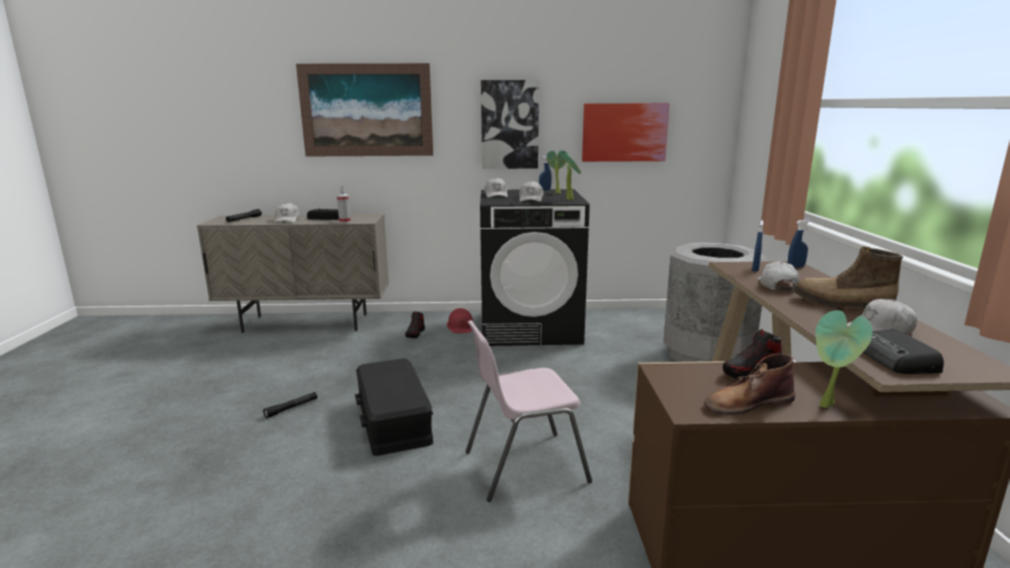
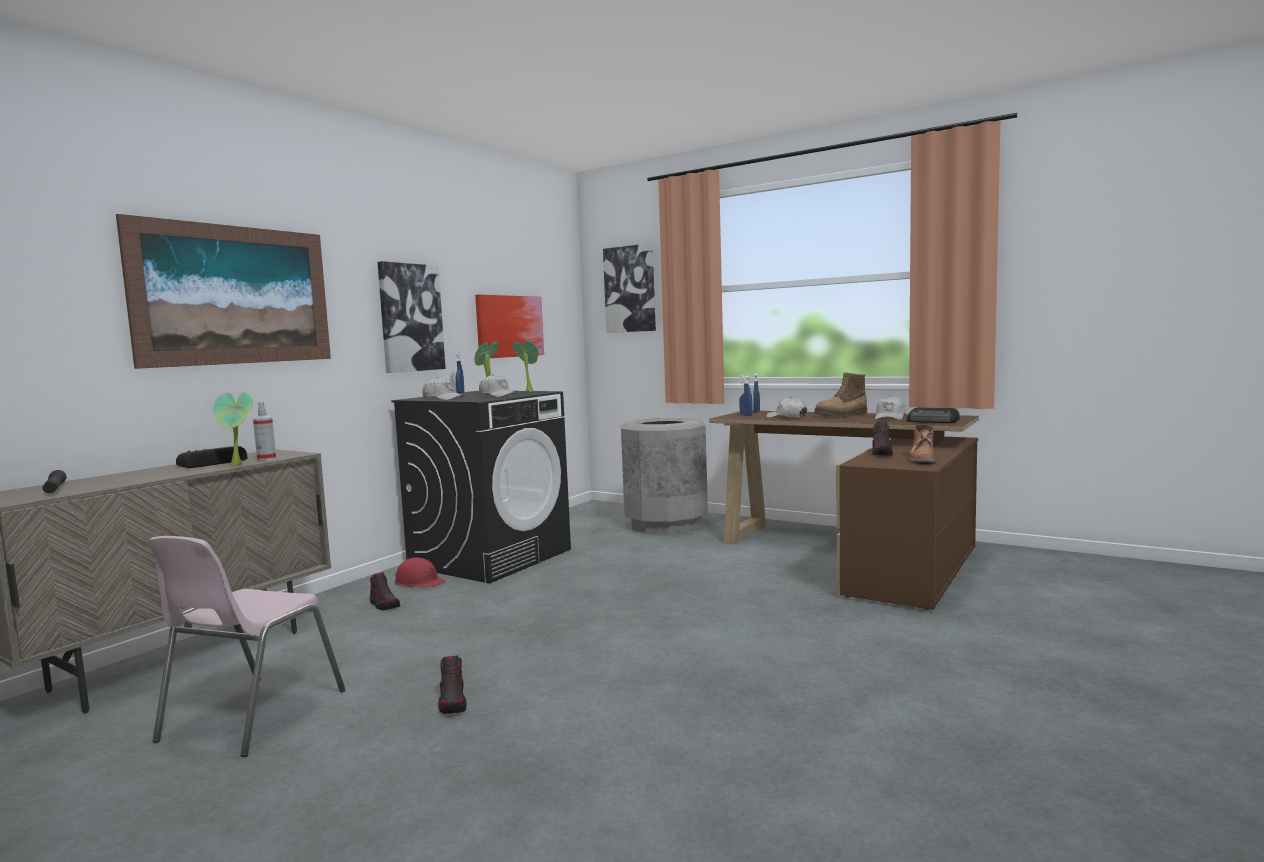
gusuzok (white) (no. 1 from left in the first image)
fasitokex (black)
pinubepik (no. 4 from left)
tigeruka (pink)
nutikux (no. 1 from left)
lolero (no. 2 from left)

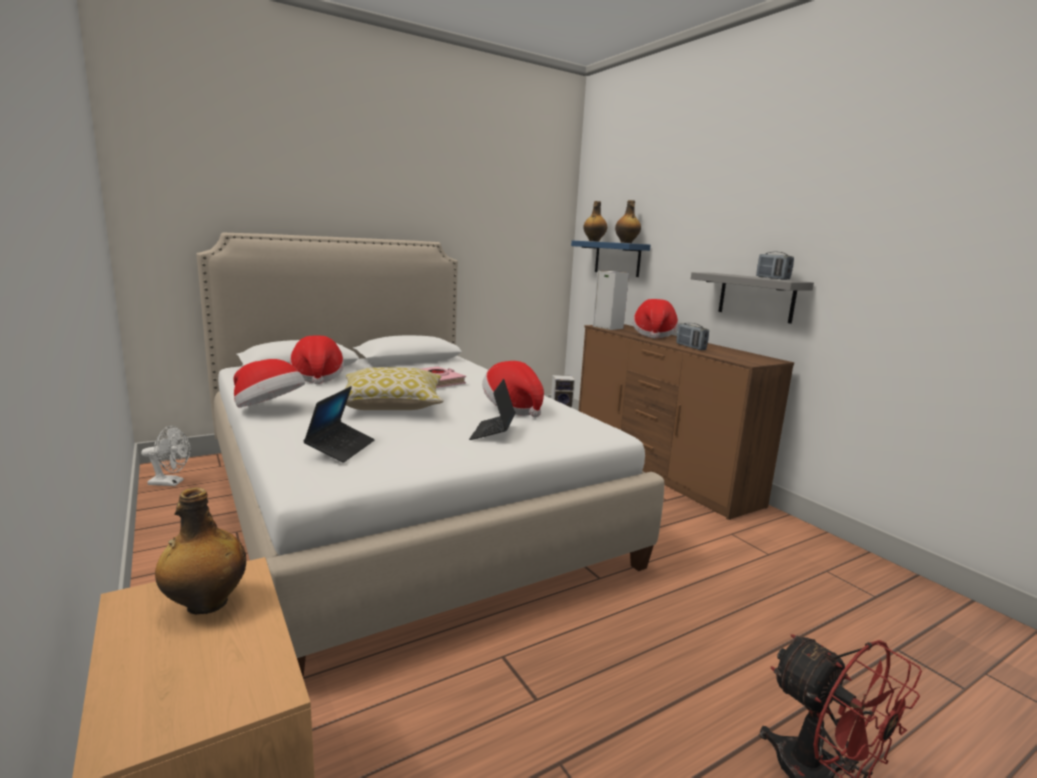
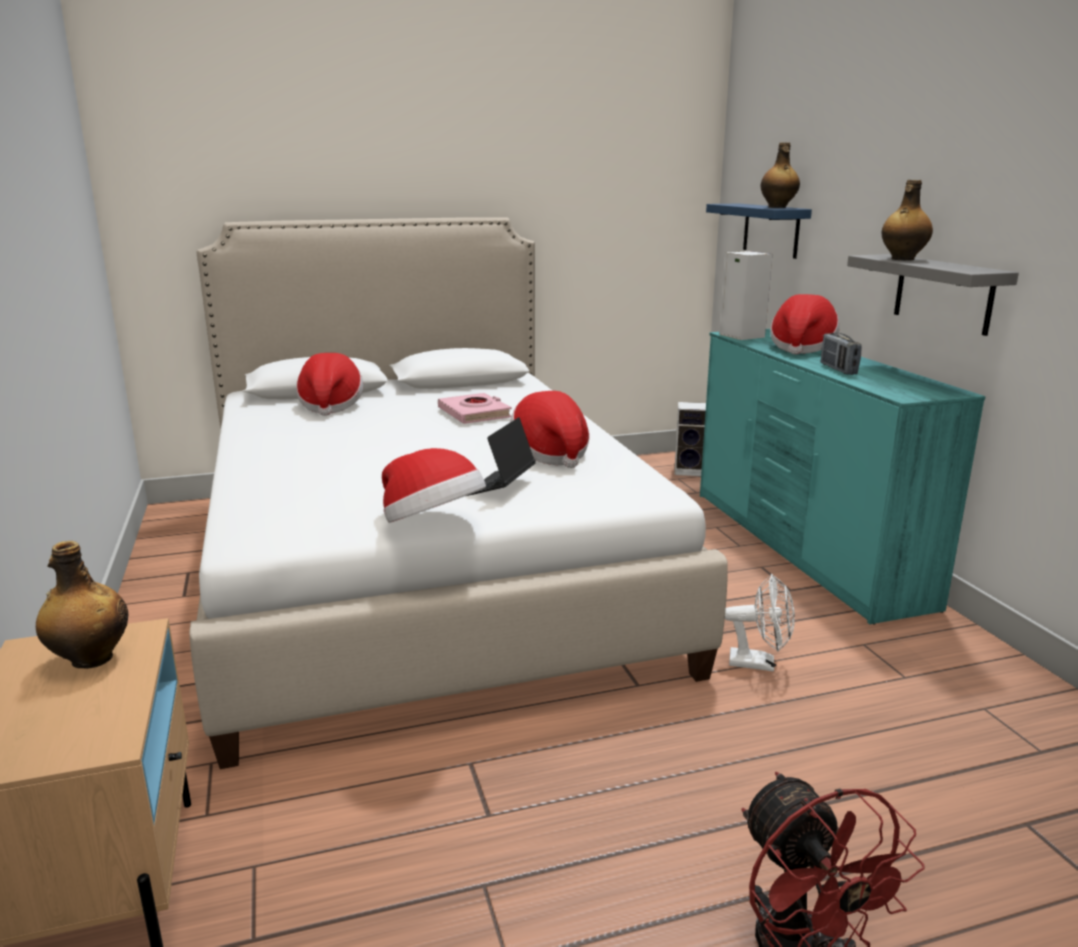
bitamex (no. 1 from left in the first image)
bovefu
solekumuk (no. 2 from left in the first image)
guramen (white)
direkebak (no. 2 from left)
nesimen (no. 3 from left)
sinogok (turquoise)

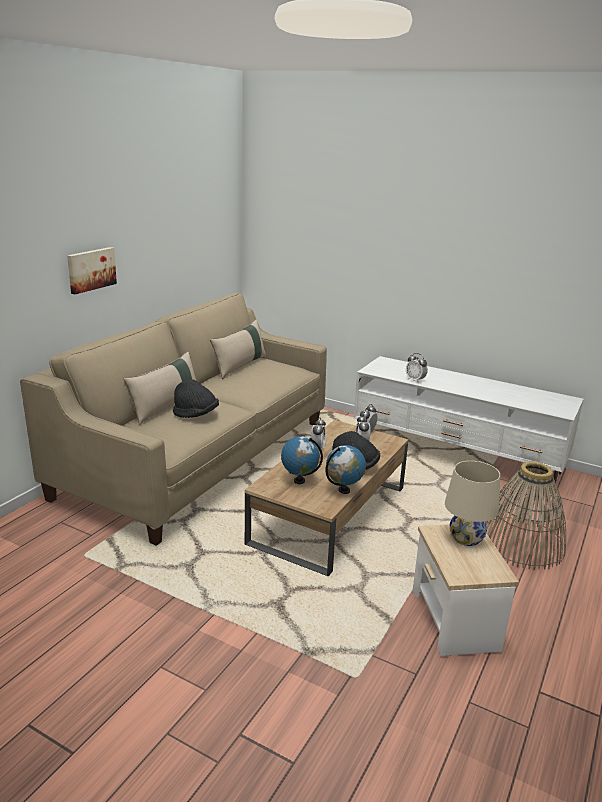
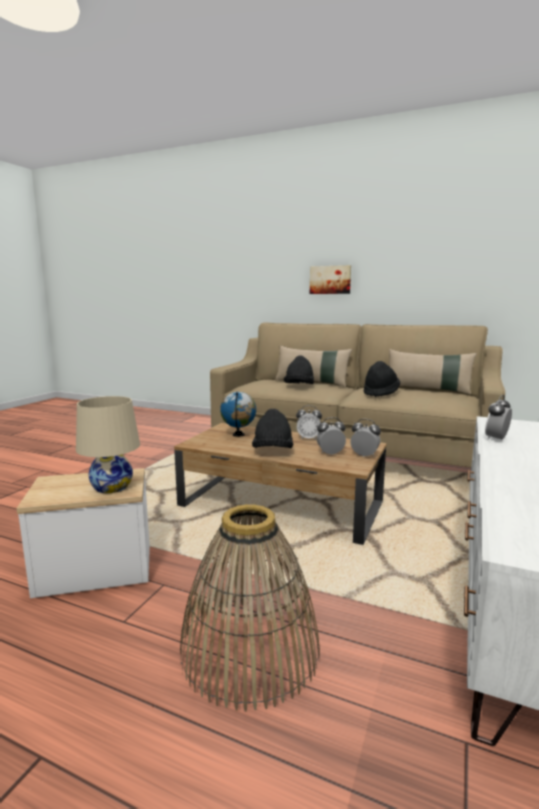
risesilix (no. 2 from left in the first image)
direkebak (black) (no. 3 from left)

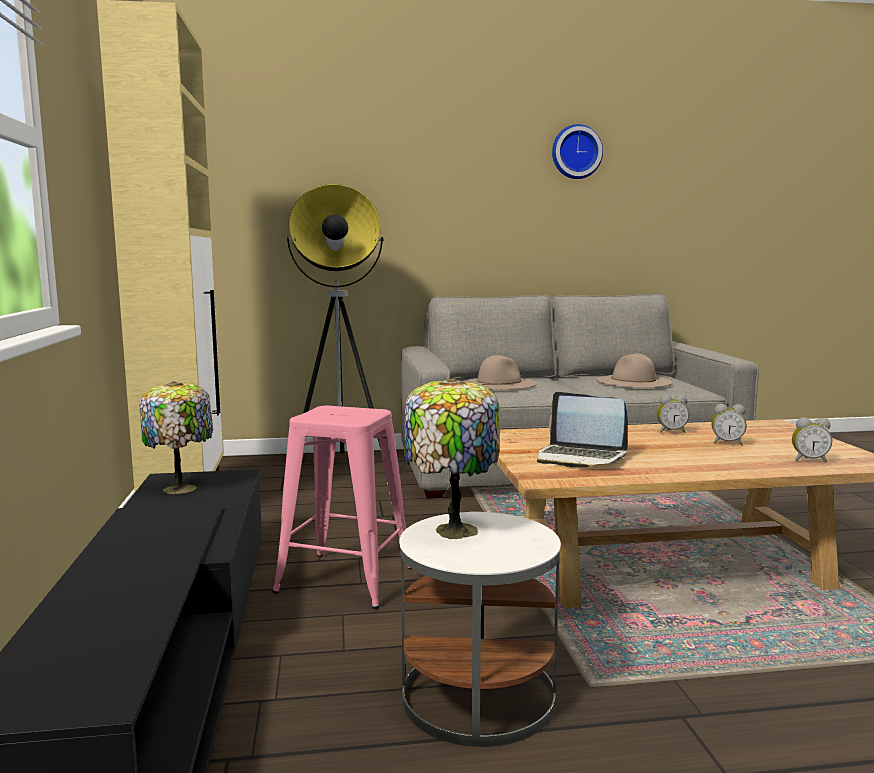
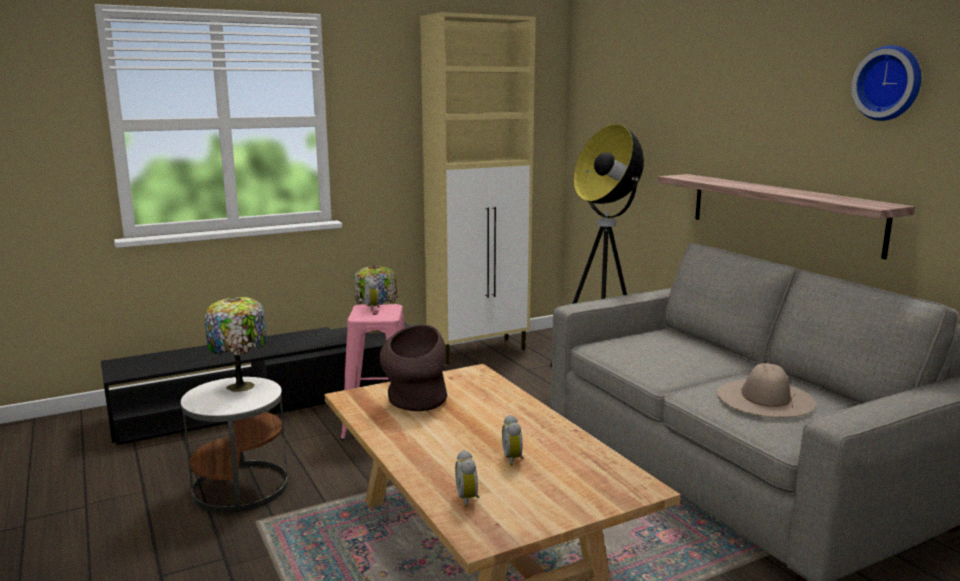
direkebak (beige) (no. 1 from left in the first image)
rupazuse
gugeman (no. 1 from left)
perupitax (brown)

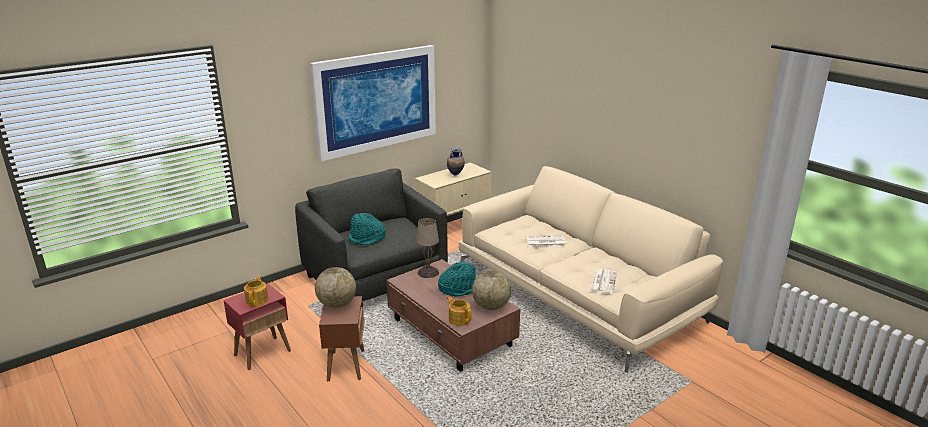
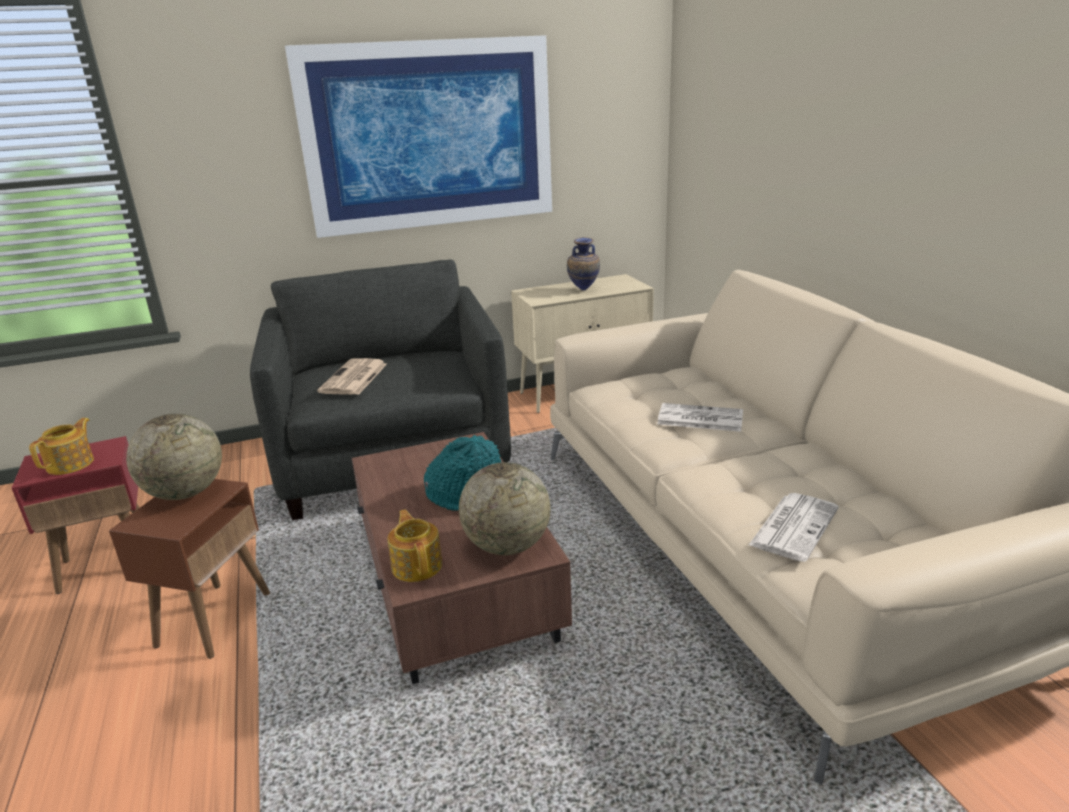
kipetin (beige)
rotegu (no. 1 from left)

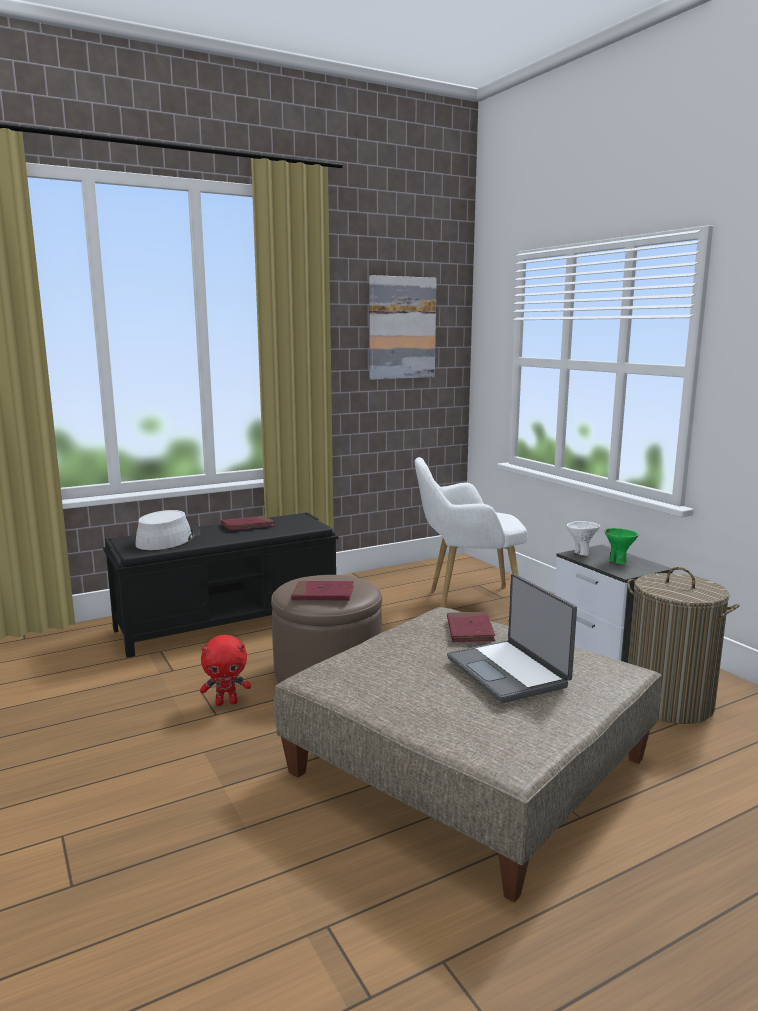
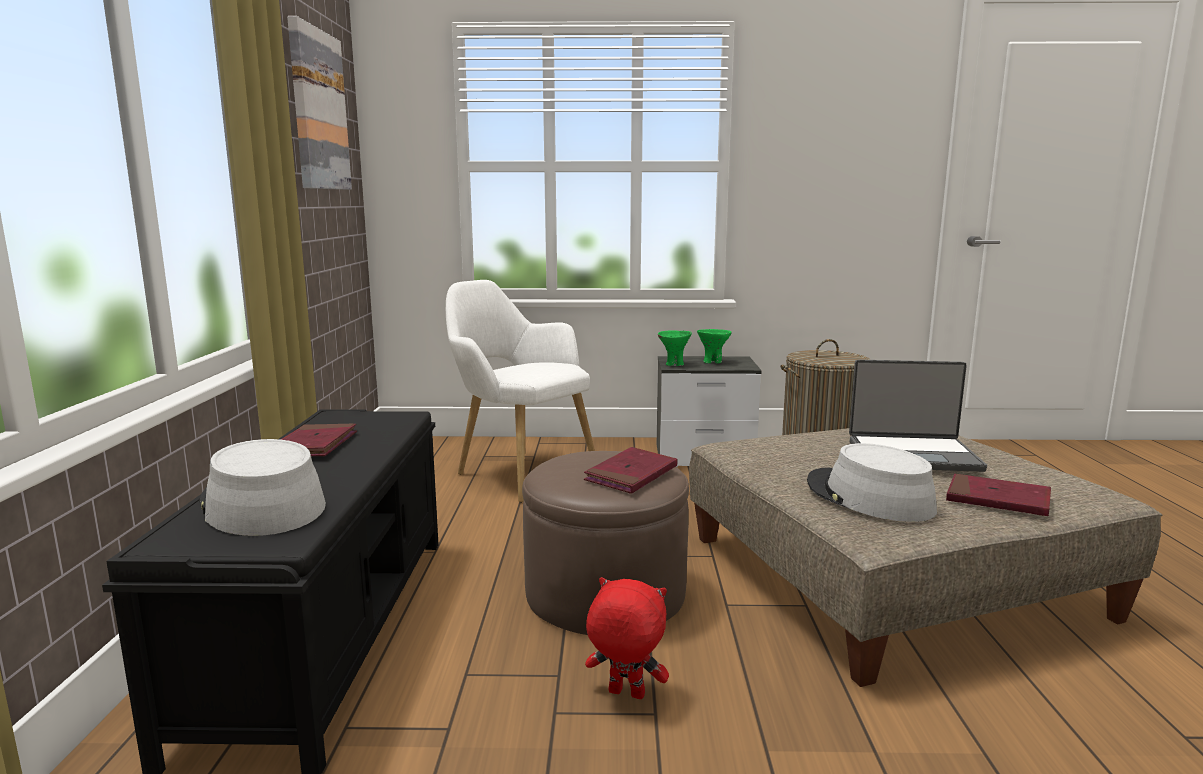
direkebak (grey) (no. 2 from left)
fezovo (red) (no. 3 from left)
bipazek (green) (no. 1 from left)
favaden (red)
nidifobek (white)

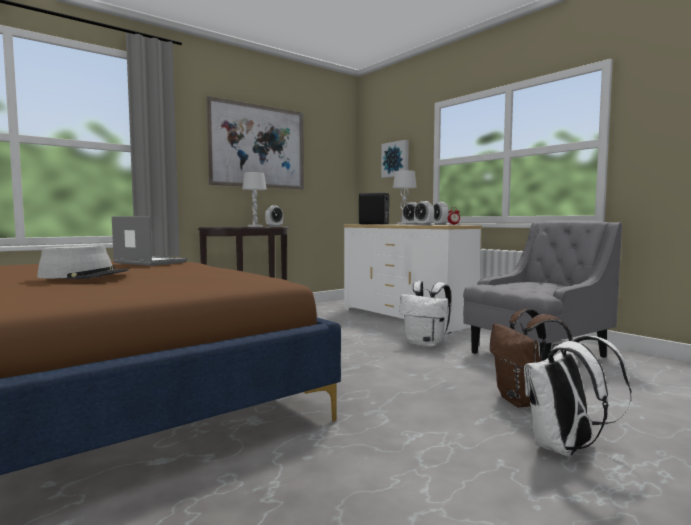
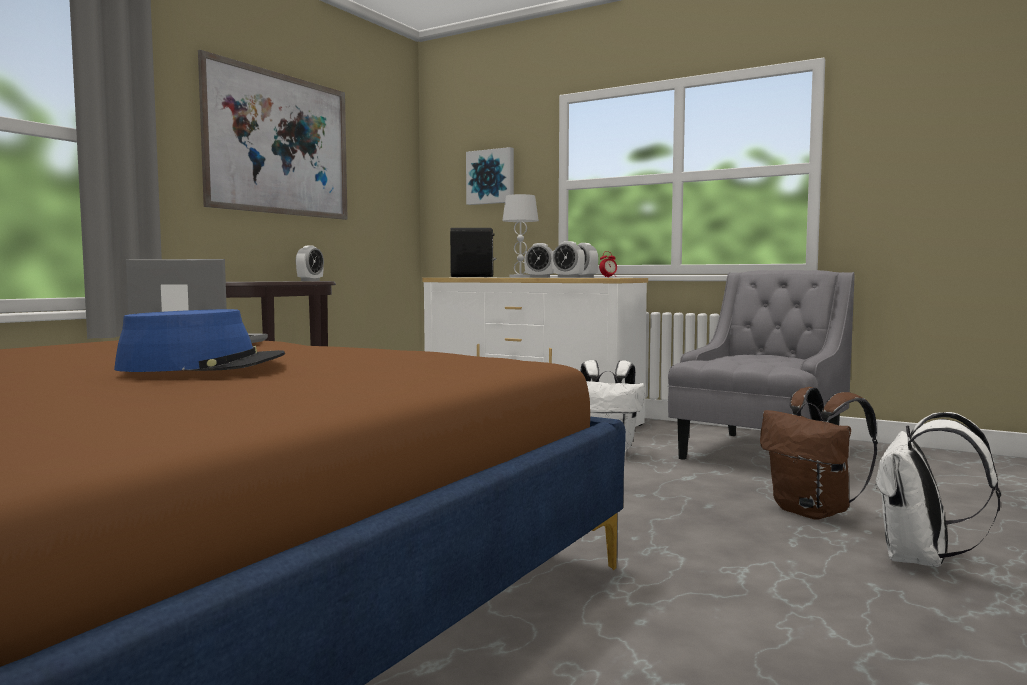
kipetin (white) (no. 1 from left in the first image)
direkebak (blue)

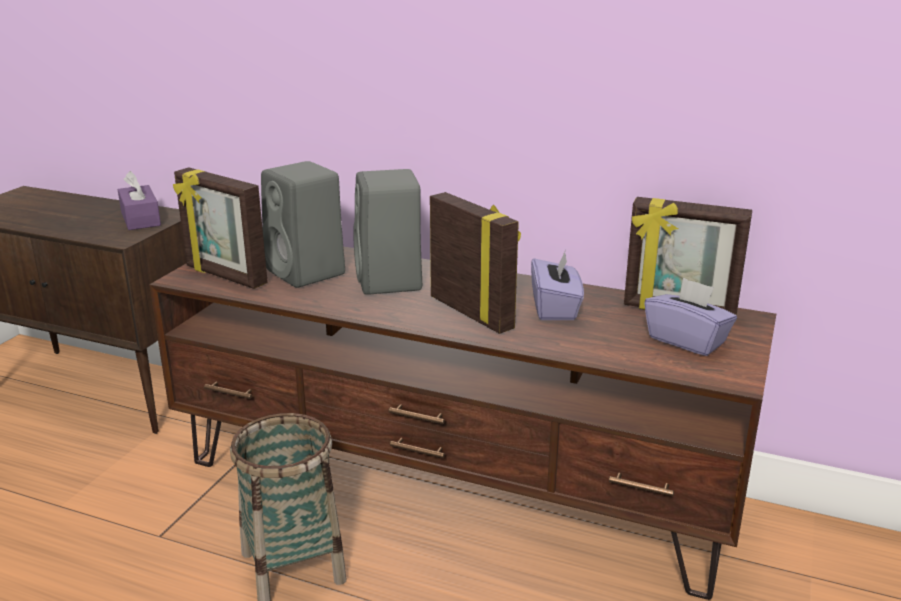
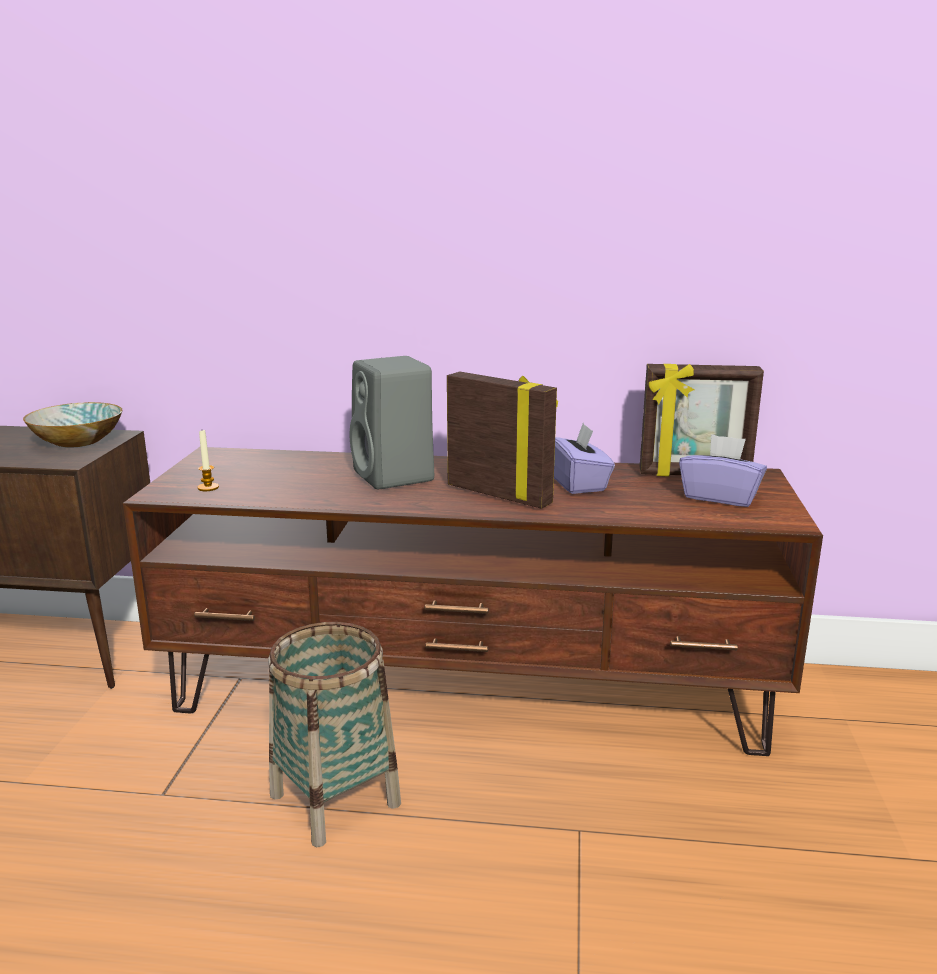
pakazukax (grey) (no. 1 from left in the first image)
bipazek
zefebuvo

